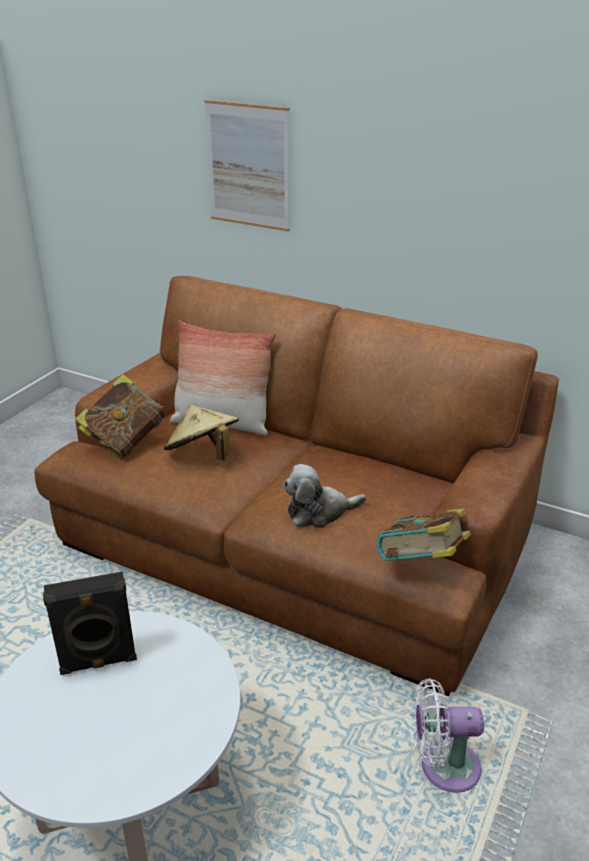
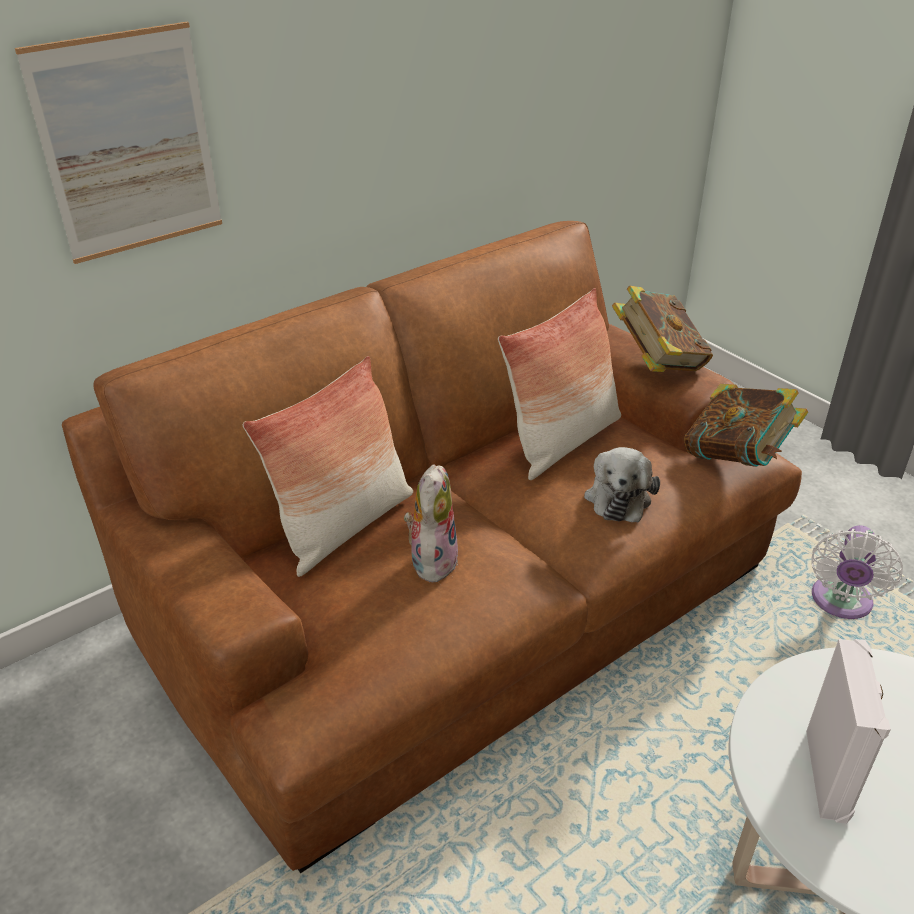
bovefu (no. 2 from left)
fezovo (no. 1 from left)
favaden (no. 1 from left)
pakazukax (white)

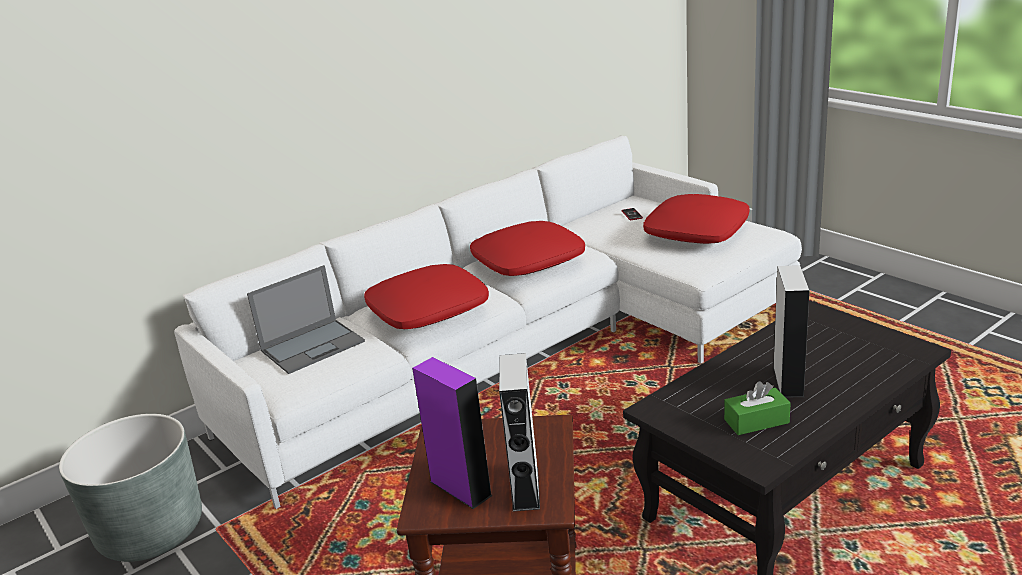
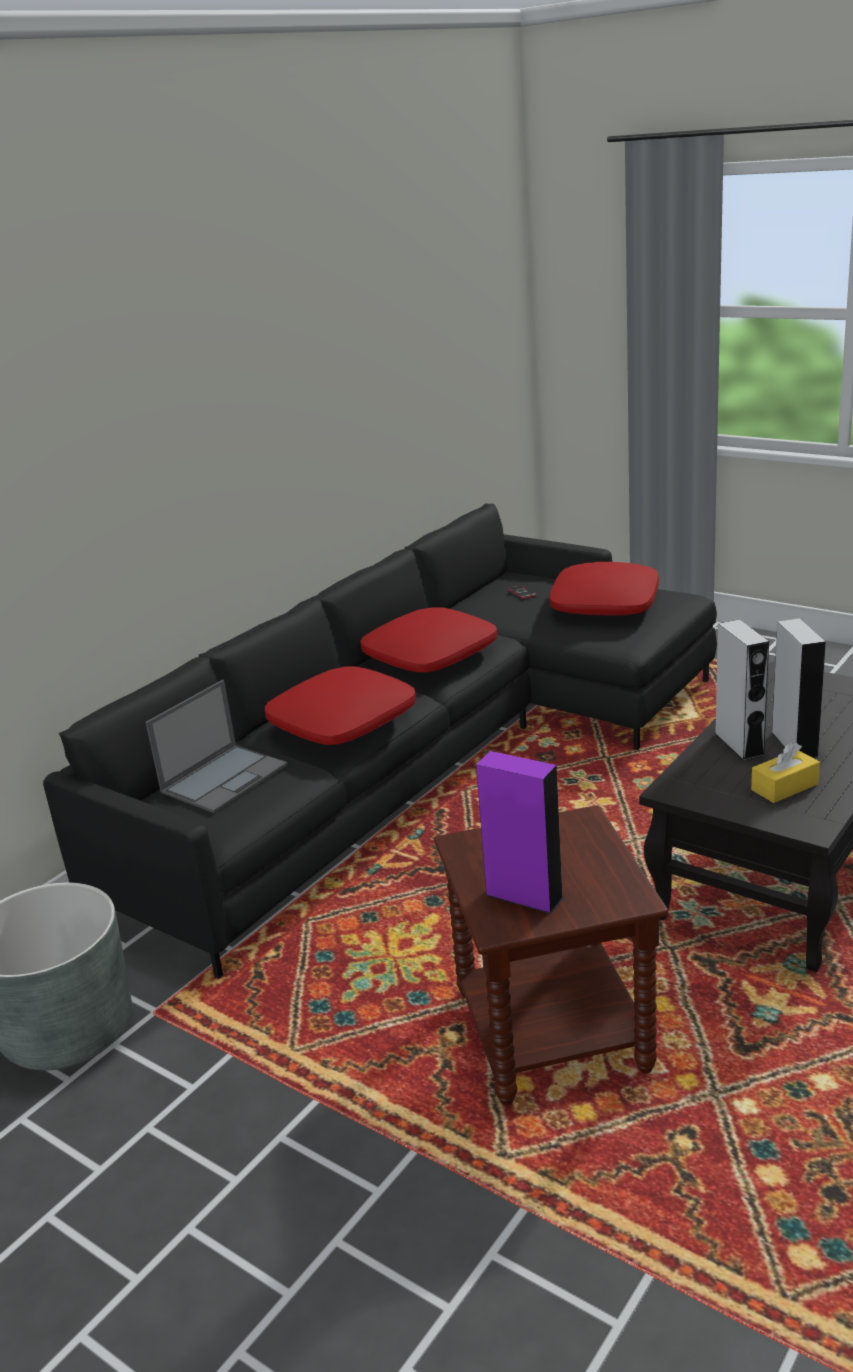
pakazukax (grey) (no. 1 from left)
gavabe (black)
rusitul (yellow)

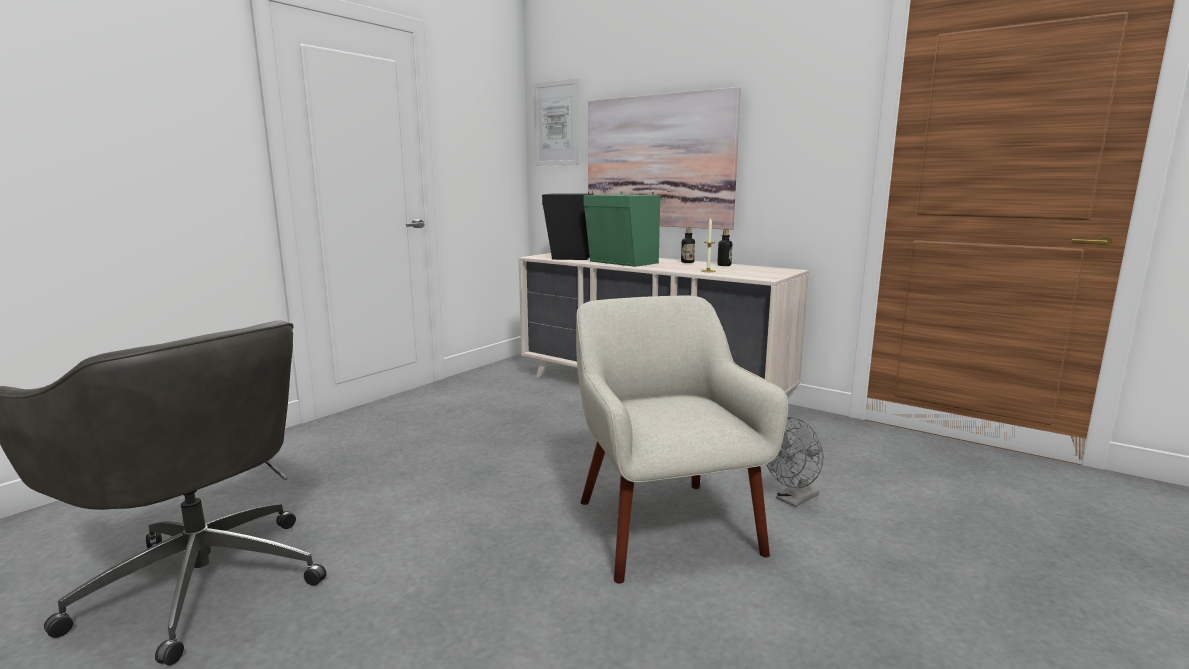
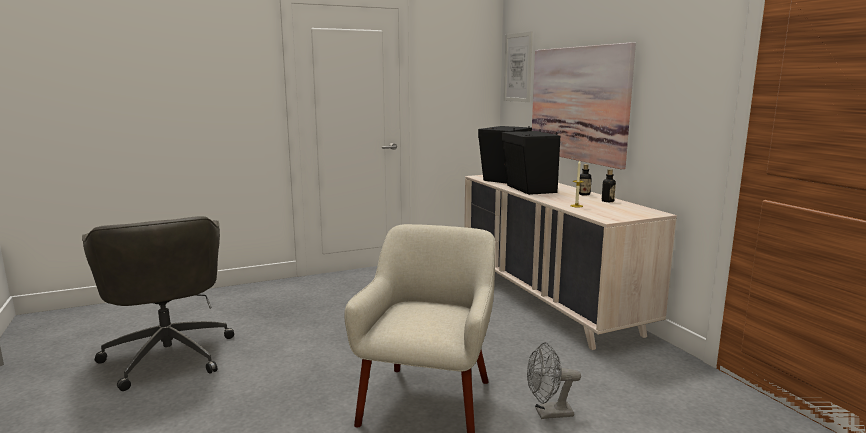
pakazukax (black) (no. 2 from left)

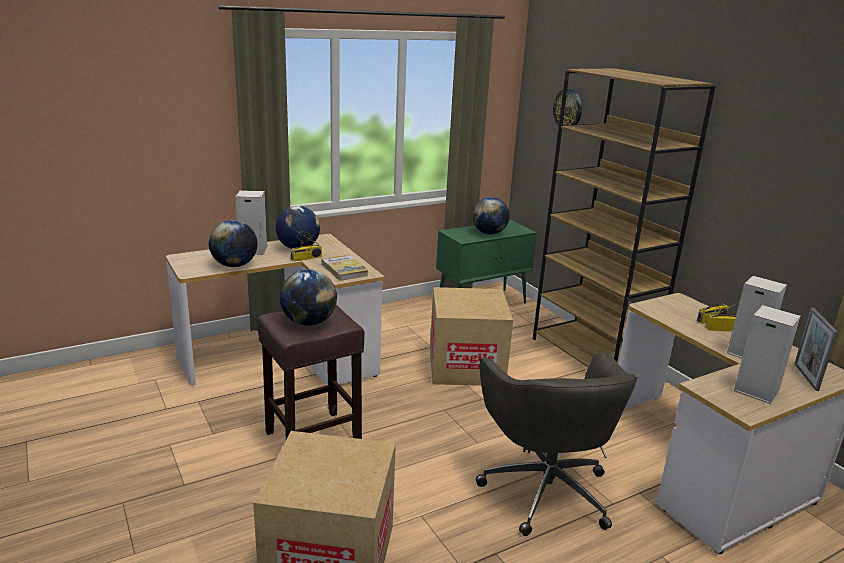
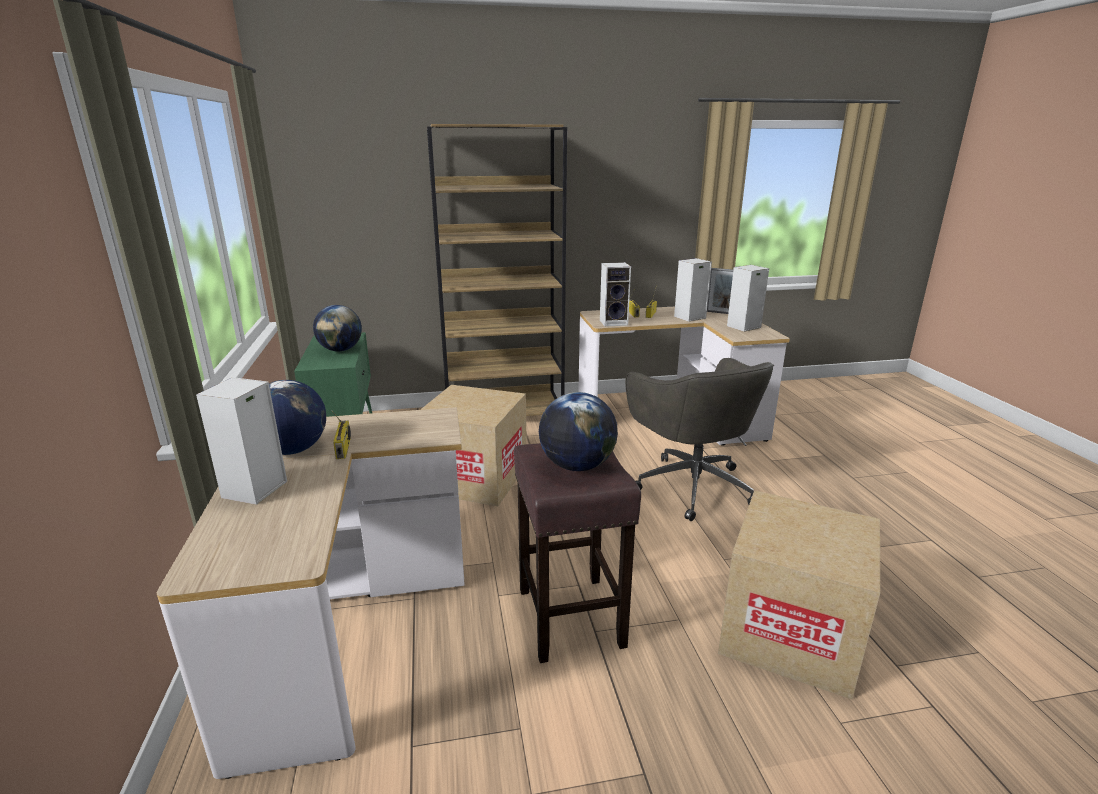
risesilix (no. 1 from left in the first image)
fezovo
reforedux
pakazukax (no. 2 from left)
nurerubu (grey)

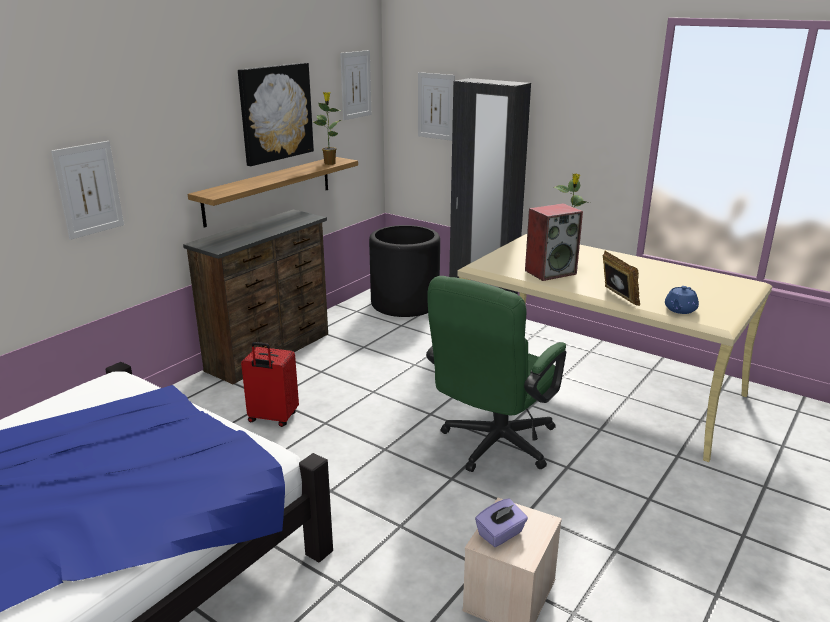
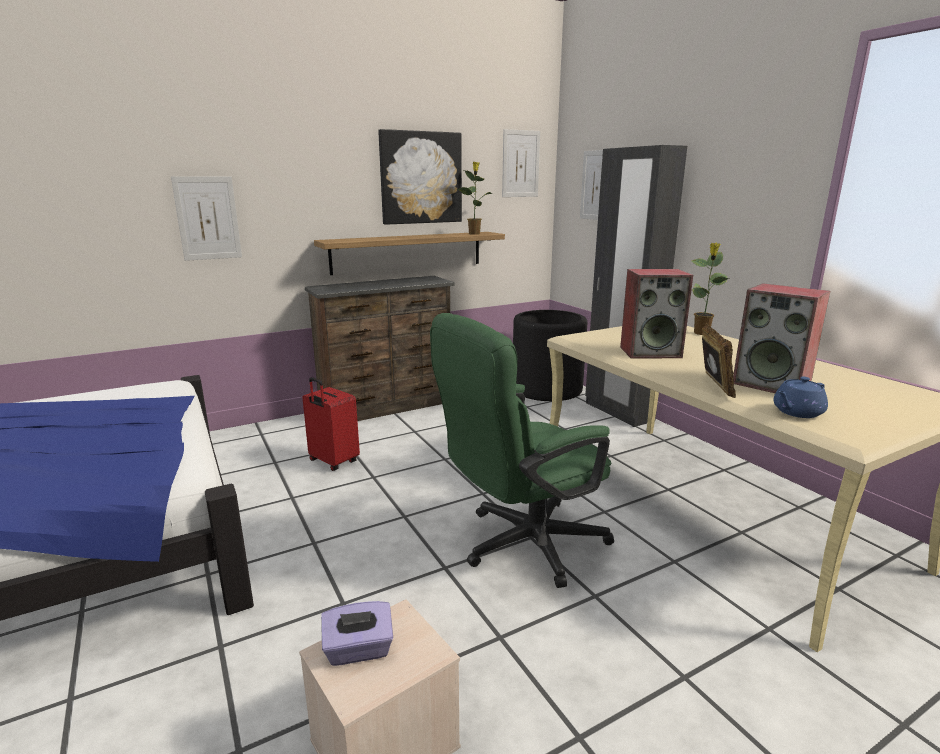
pakazukax (no. 2 from left)

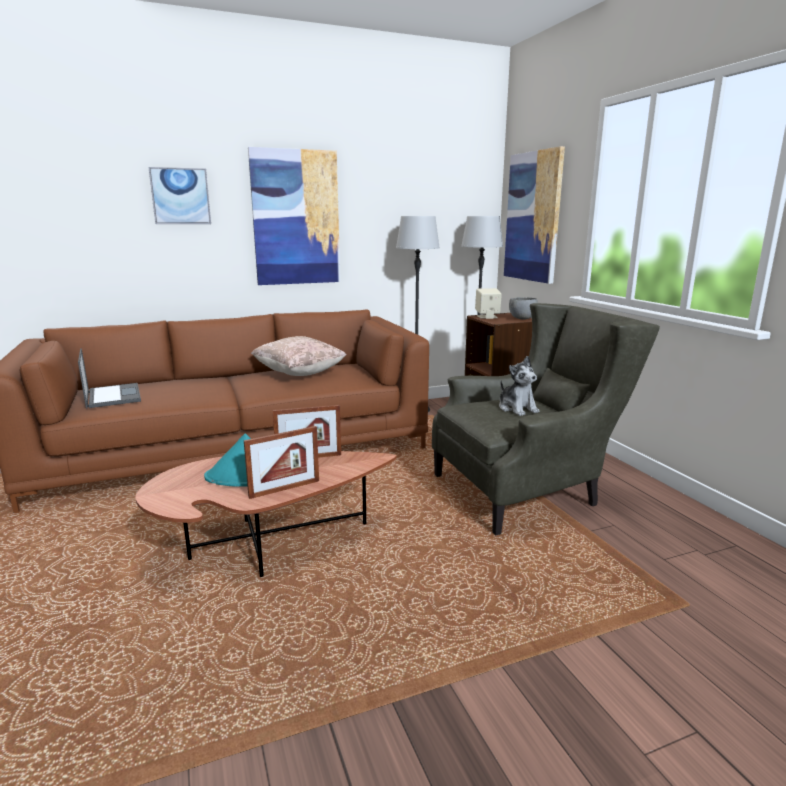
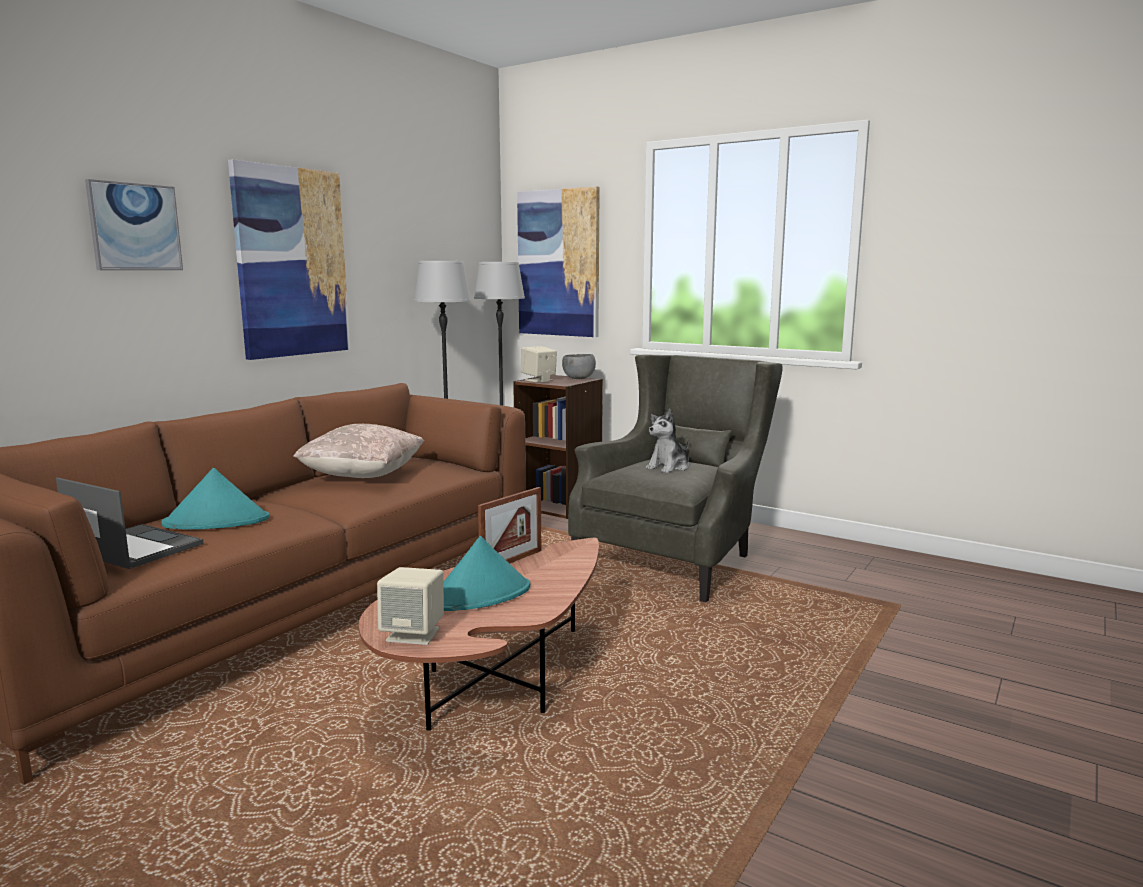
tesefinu (no. 1 from left in the first image)
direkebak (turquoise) (no. 1 from left)
pakazukax (beige) (no. 1 from left)
favaden

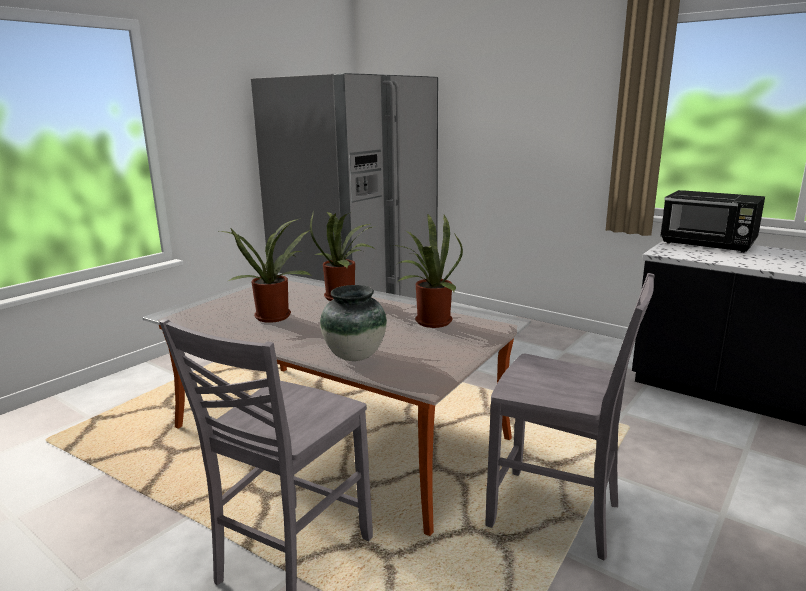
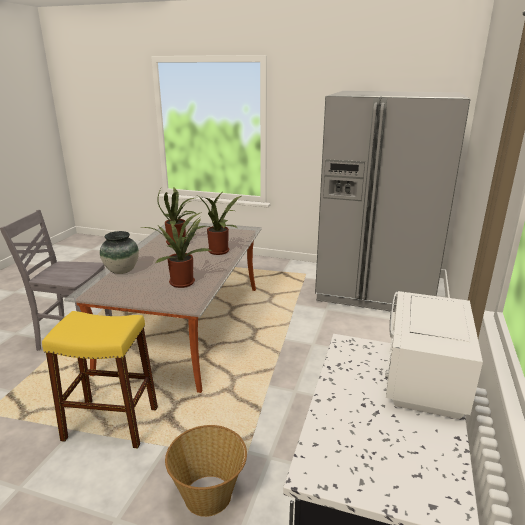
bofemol
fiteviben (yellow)
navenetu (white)

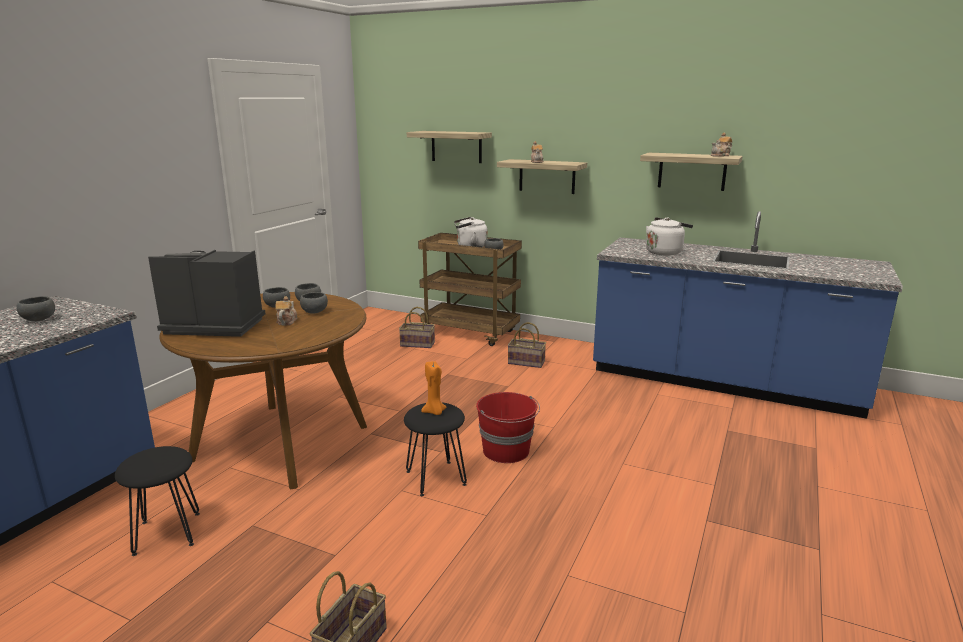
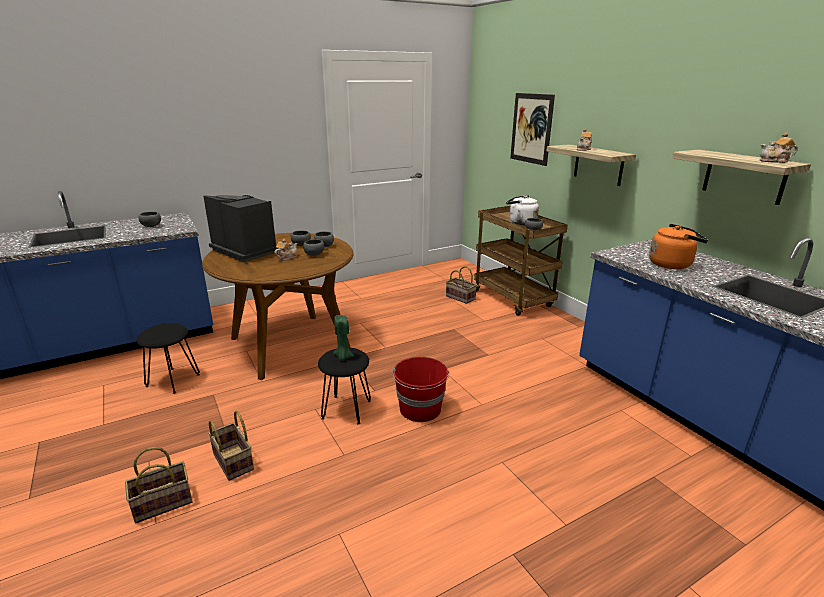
bofemol (no. 2 from left)
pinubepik
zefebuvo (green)
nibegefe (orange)

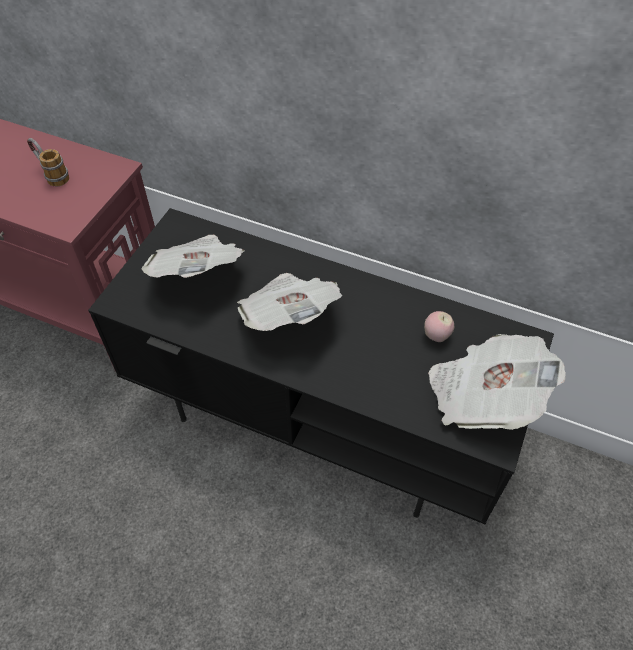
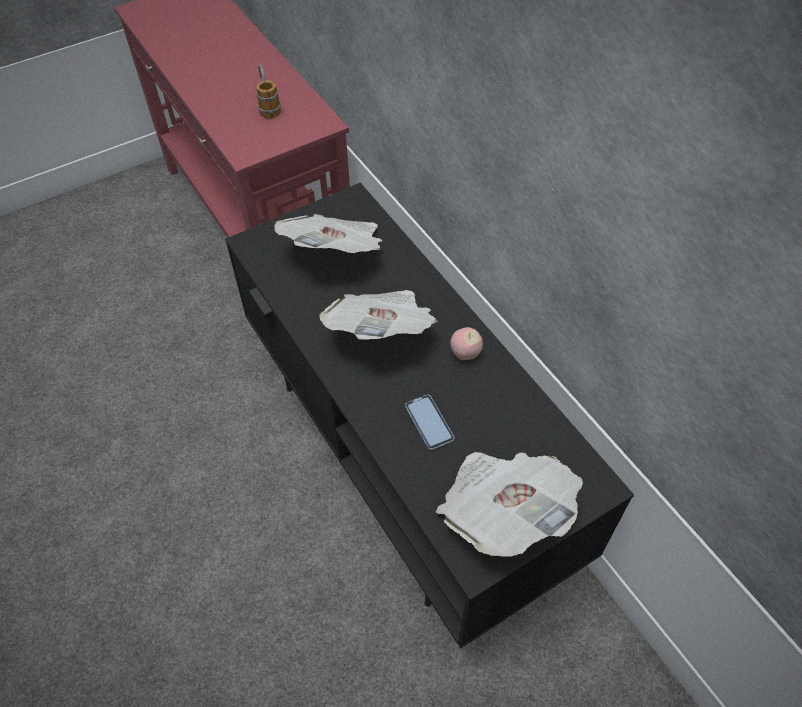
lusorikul
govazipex

